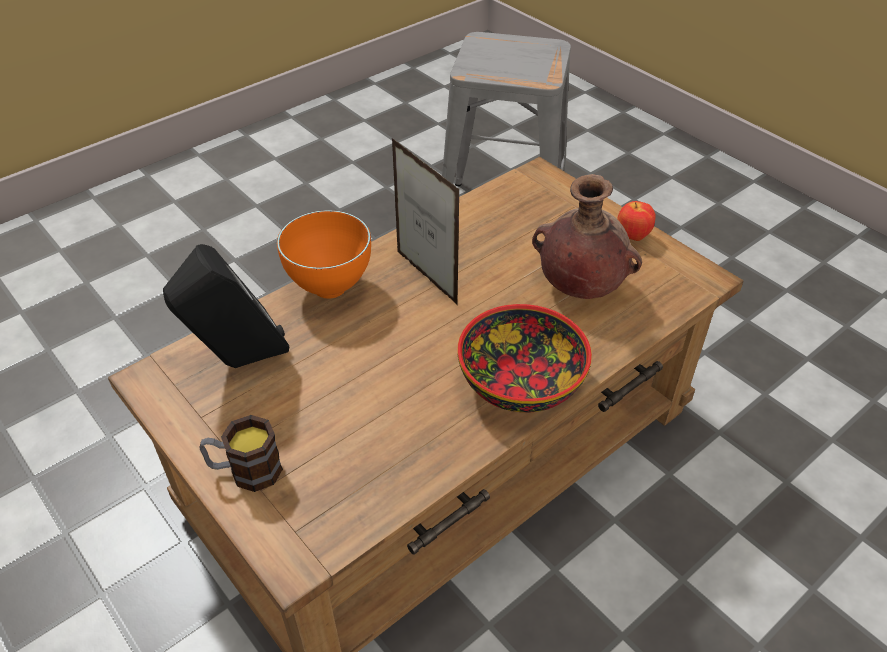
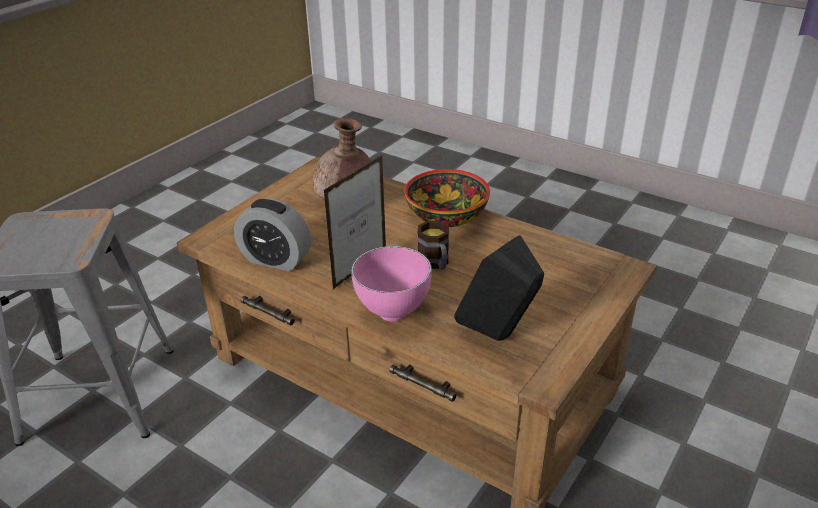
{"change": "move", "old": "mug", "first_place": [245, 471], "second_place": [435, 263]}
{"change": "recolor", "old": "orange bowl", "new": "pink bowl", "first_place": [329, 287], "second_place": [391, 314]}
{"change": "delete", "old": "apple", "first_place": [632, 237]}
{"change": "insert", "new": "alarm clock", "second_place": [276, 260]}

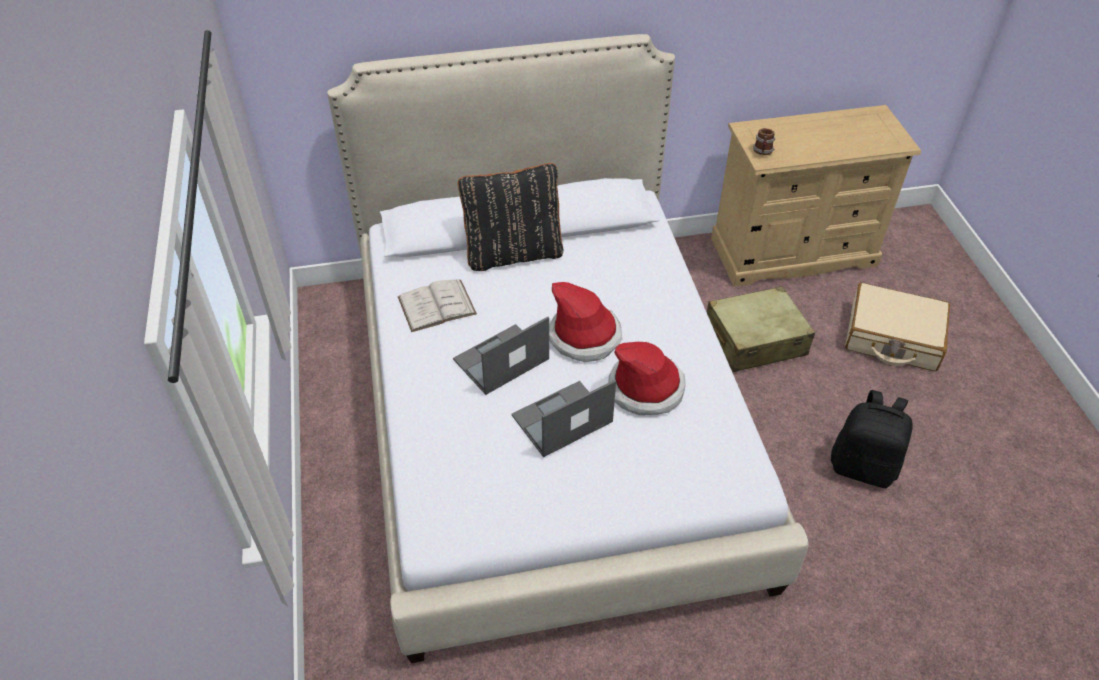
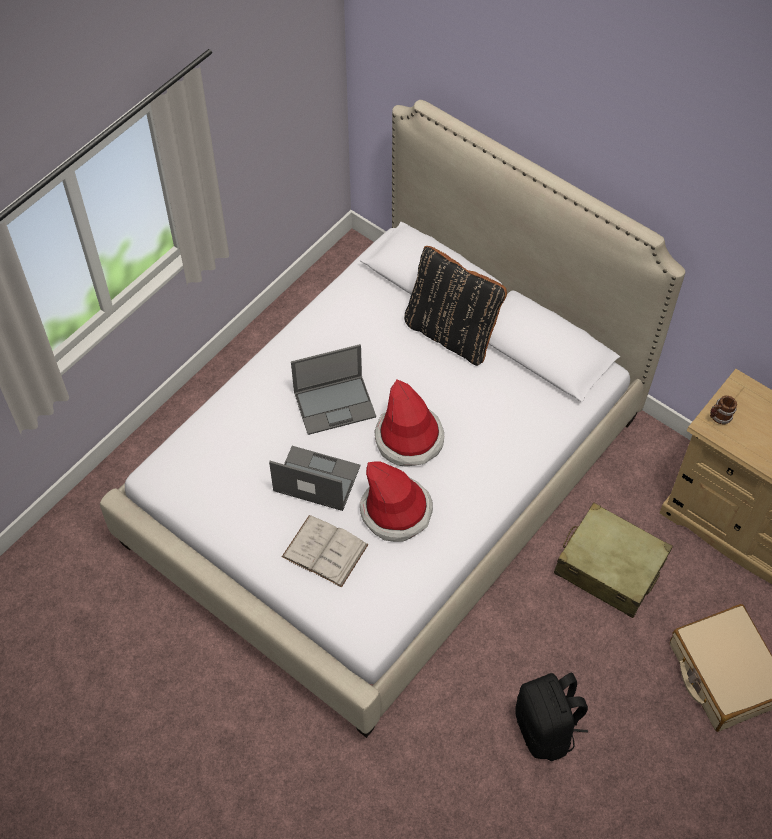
{"change": "move", "old": "white book", "first_place": [436, 305], "second_place": [325, 550]}
{"change": "rotate", "old": "laptop", "first_place": [500, 360], "second_place": [335, 404], "degrees": 150}

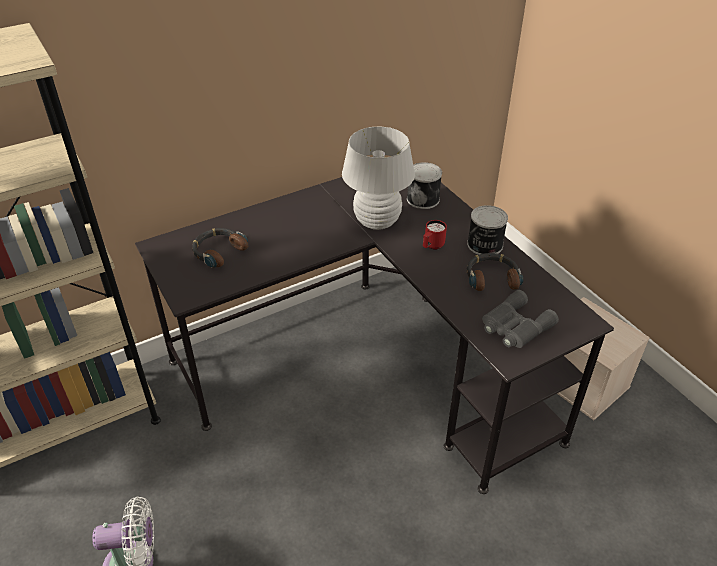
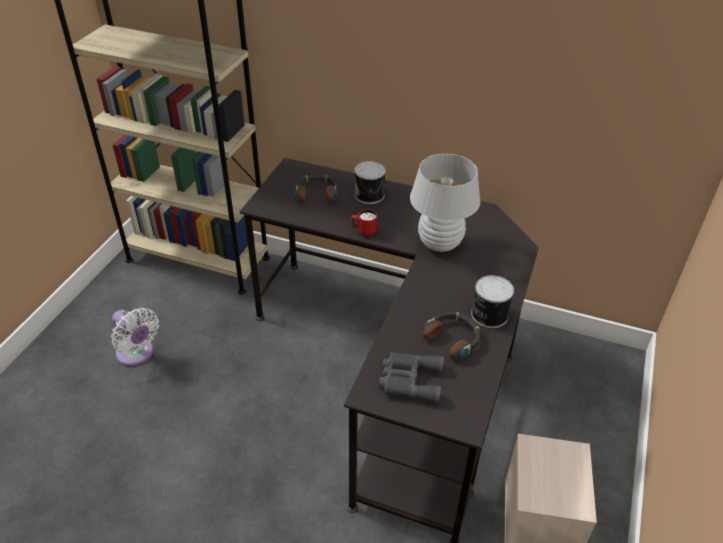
{"change": "move", "old": "can", "first_place": [423, 199], "second_place": [370, 195]}
{"change": "move", "old": "red mug", "first_place": [432, 246], "second_place": [364, 232]}

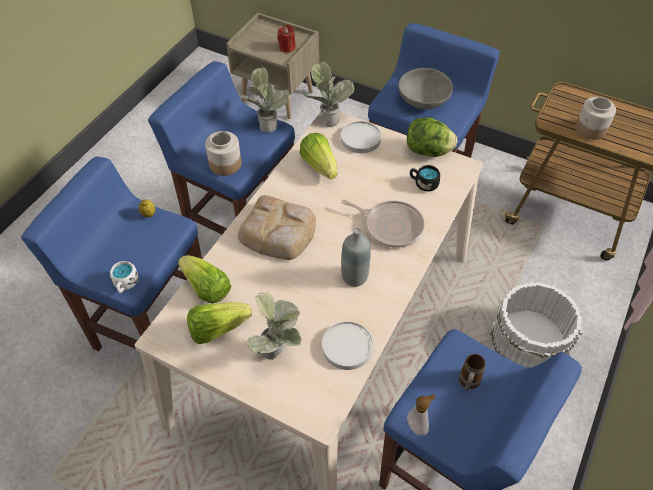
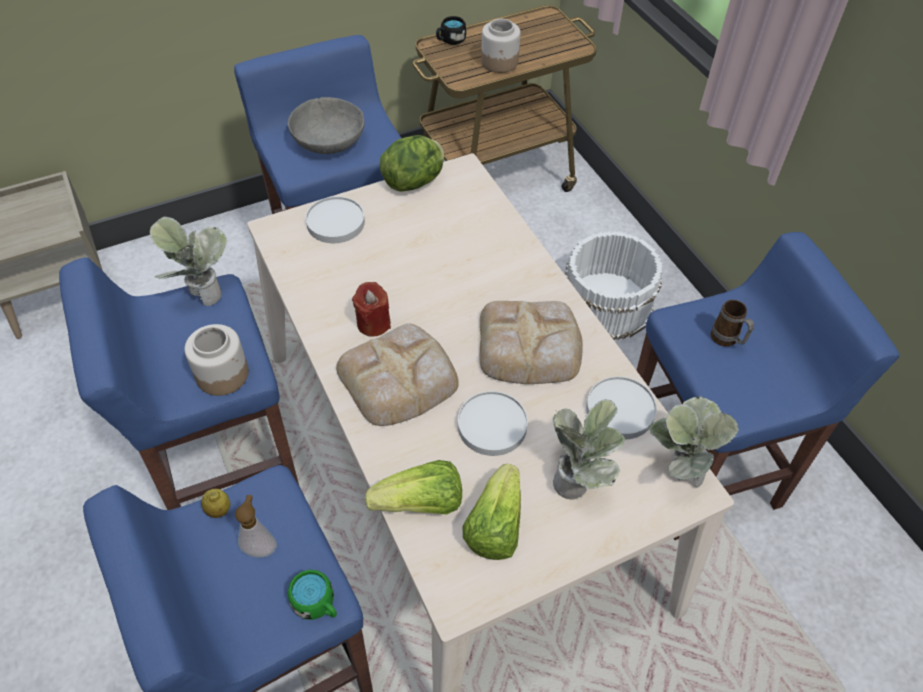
{"change": "recolor", "old": "white mug", "new": "green mug", "first_place": [125, 284], "second_place": [317, 604]}
{"change": "move", "old": "red candle", "first_place": [287, 47], "second_place": [373, 323]}
{"change": "delete", "old": "lettuce", "first_place": [319, 165]}
{"change": "move", "old": "potted plant", "first_place": [327, 118], "second_place": [677, 473]}
{"change": "delete", "old": "frying pan", "first_place": [390, 226]}
{"change": "replace", "old": "grey bottle", "new": "bread", "first_place": [354, 277], "second_place": [530, 347]}
{"change": "move", "old": "soap dispenser", "first_place": [418, 426], "second_place": [260, 547]}
{"change": "move", "old": "black mug", "first_place": [423, 183], "second_place": [450, 40]}
{"change": "insert", "new": "white plate", "second_place": [492, 425]}

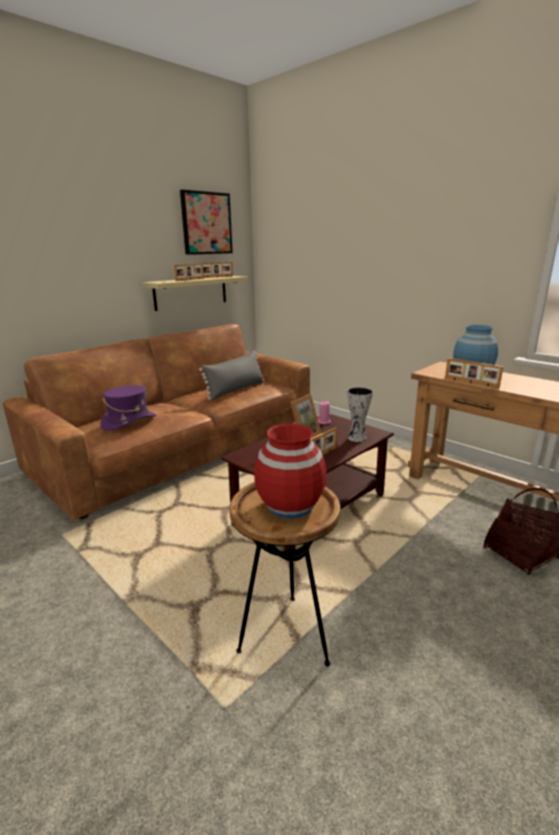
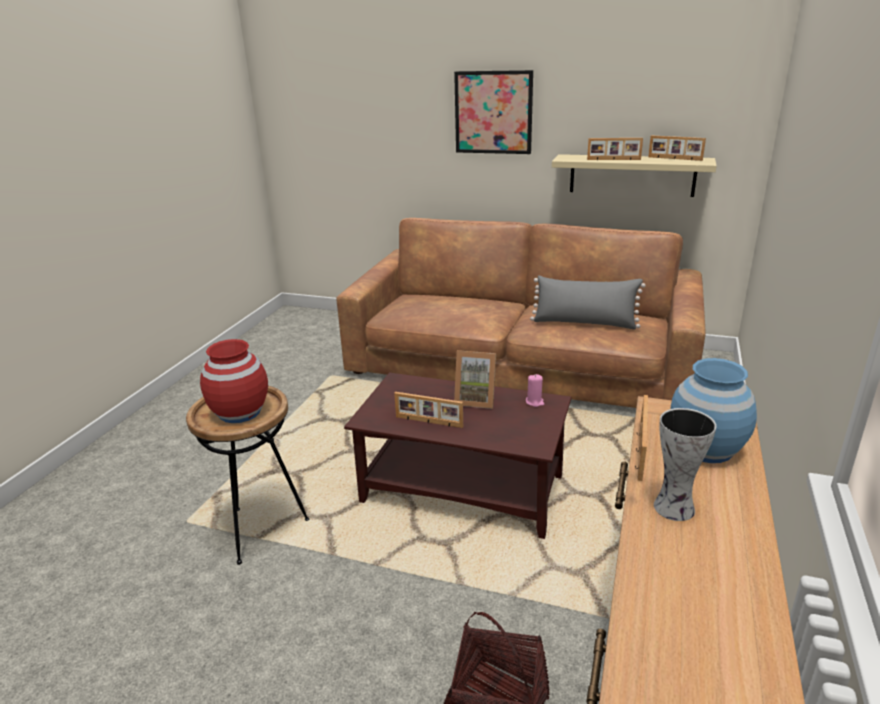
{"change": "delete", "old": "purple hat", "first_place": [129, 421]}
{"change": "move", "old": "picture", "first_place": [206, 223], "second_place": [493, 112]}
{"change": "move", "old": "vase", "first_place": [358, 438], "second_place": [673, 509]}

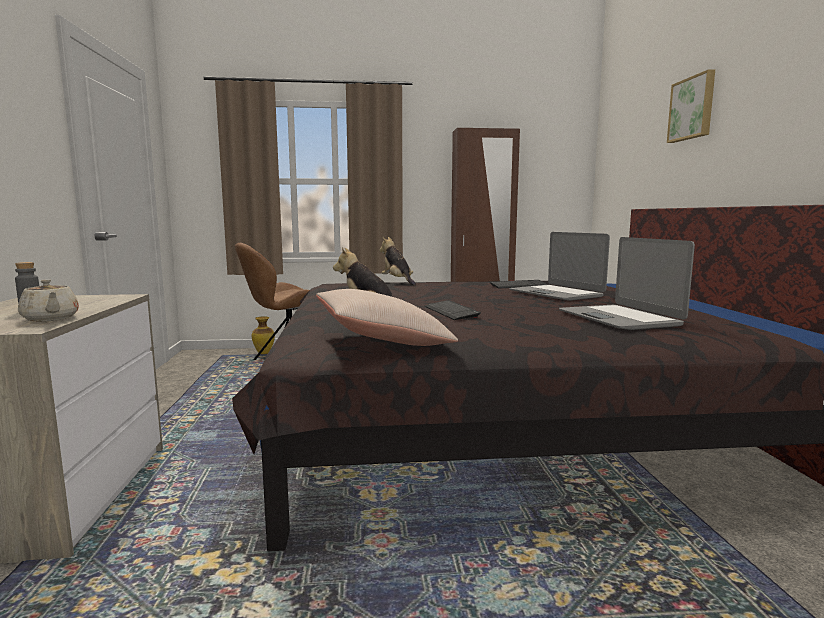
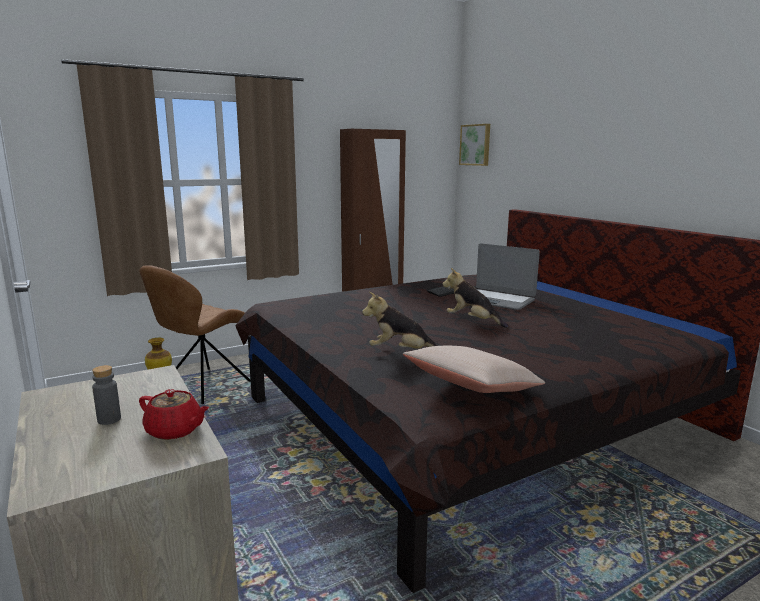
{"change": "recolor", "old": "beige teapot", "new": "red teapot", "first_place": [50, 319], "second_place": [175, 430]}
{"change": "move", "old": "plush toy", "first_place": [397, 281], "second_place": [472, 321]}
{"change": "delete", "old": "keyboard", "first_place": [451, 312]}
{"change": "delete", "old": "laptop", "first_place": [619, 318]}
{"change": "move", "old": "picture", "first_place": [692, 108], "second_place": [476, 145]}

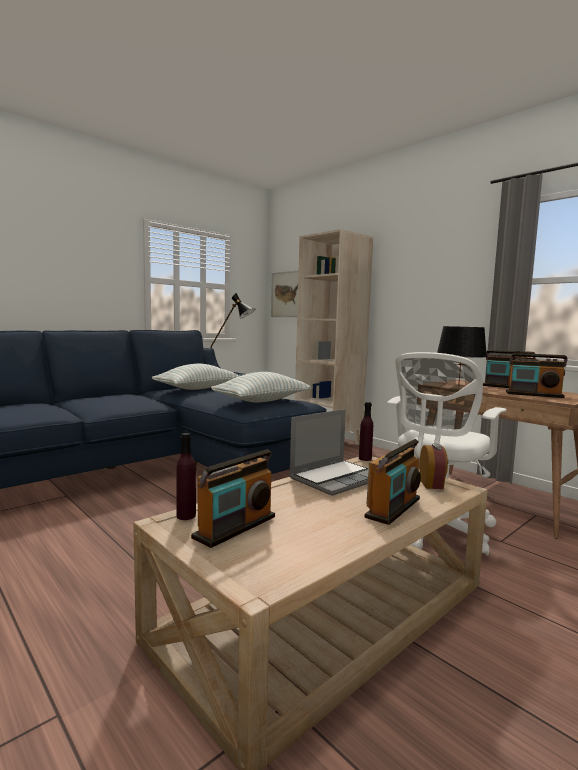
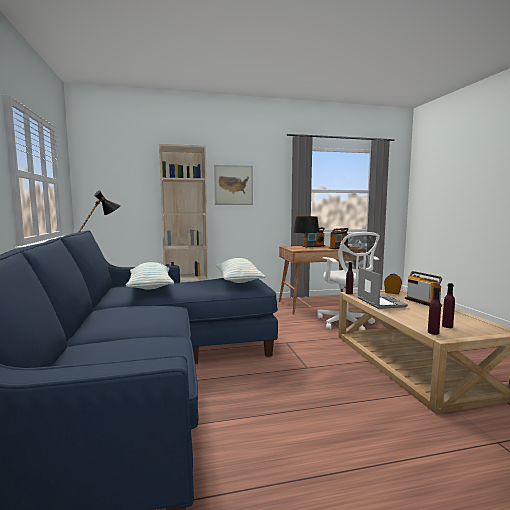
{"change": "replace", "old": "radio", "new": "purple bottle", "first_place": [235, 527], "second_place": [447, 326]}
{"change": "move", "old": "picture", "first_place": [287, 294], "second_place": [233, 185]}

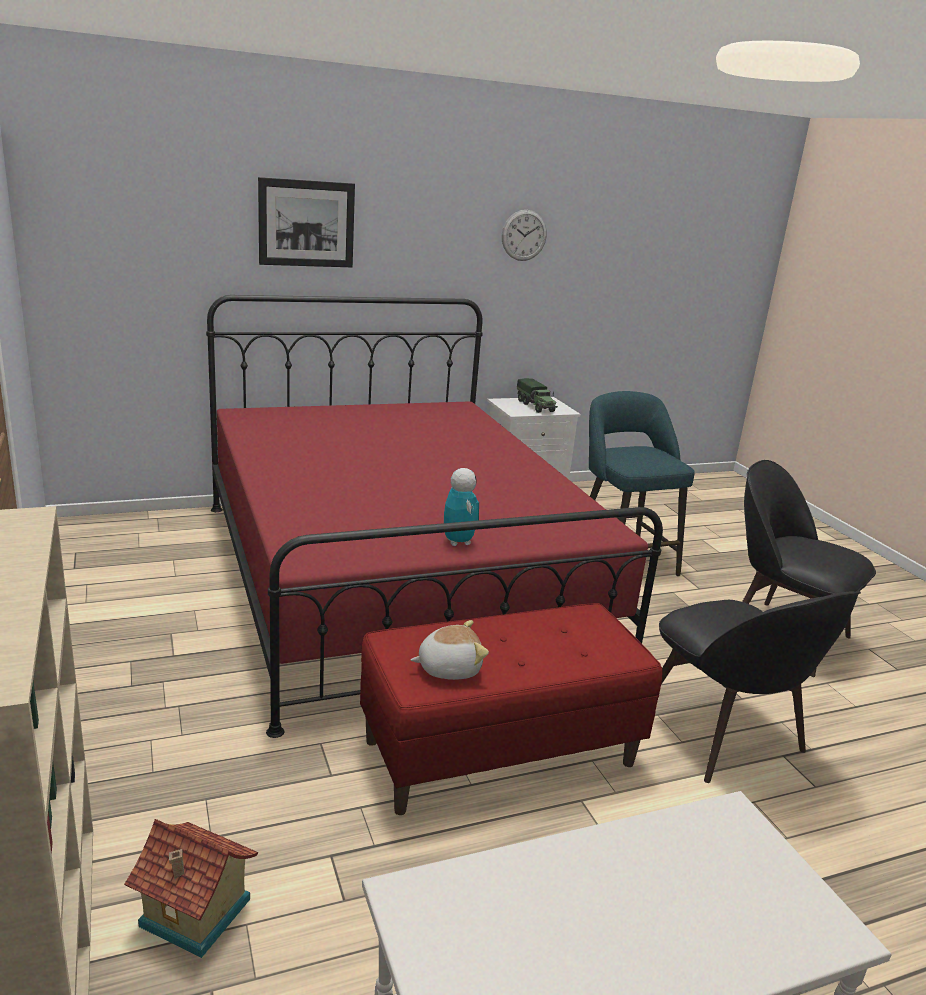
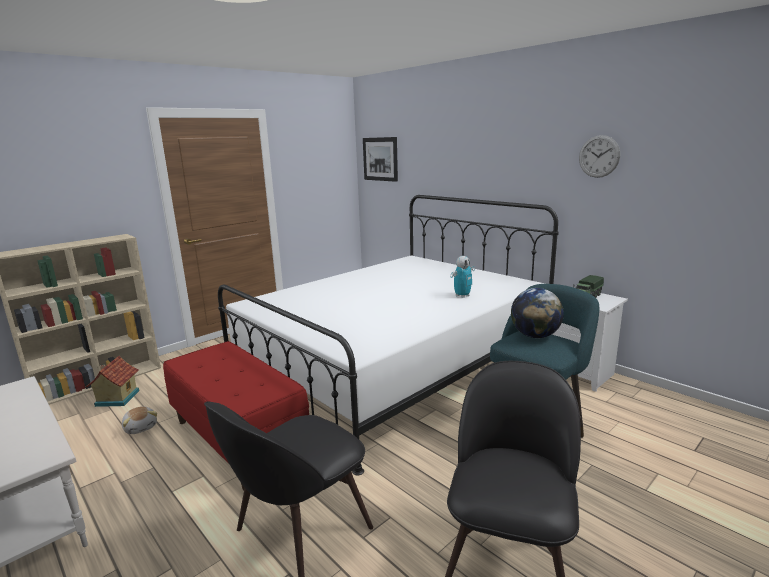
{"change": "recolor", "old": "red bed", "new": "white bed", "first_place": [395, 580], "second_place": [393, 366]}
{"change": "move", "old": "picture", "first_place": [306, 223], "second_place": [380, 159]}
{"change": "move", "old": "plush toy", "first_place": [448, 668], "second_place": [141, 427]}
{"change": "move", "old": "toy robot", "first_place": [458, 542], "second_place": [462, 296]}
{"change": "insert", "new": "globe", "second_place": [535, 336]}

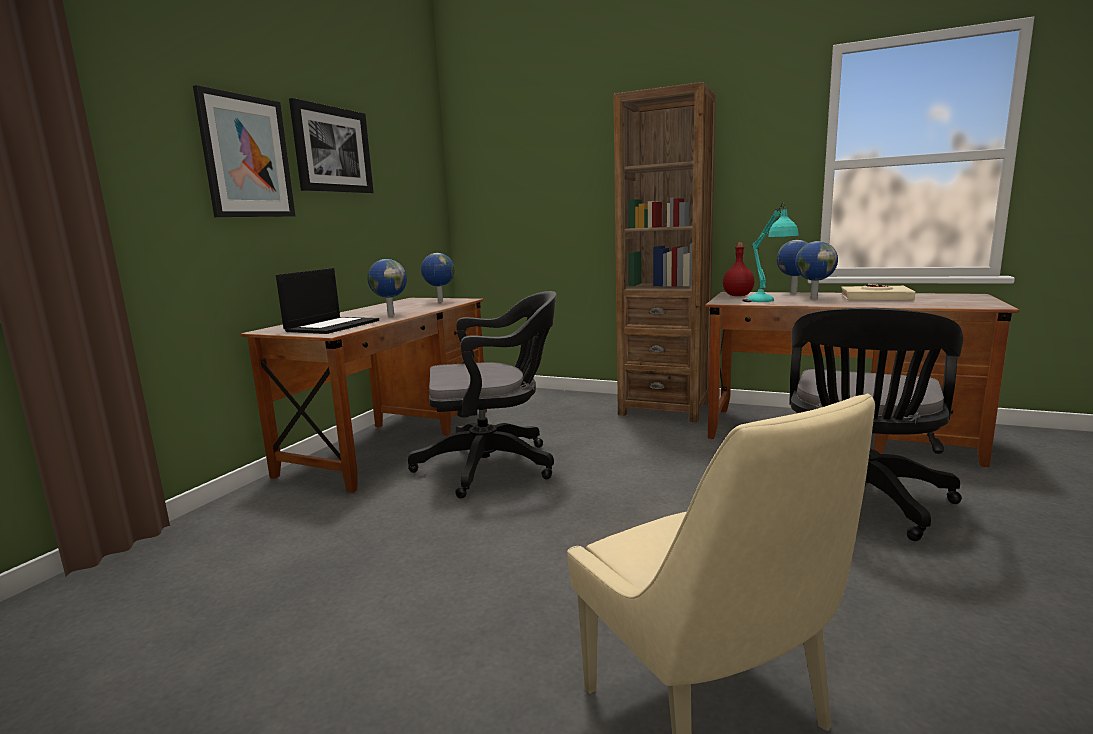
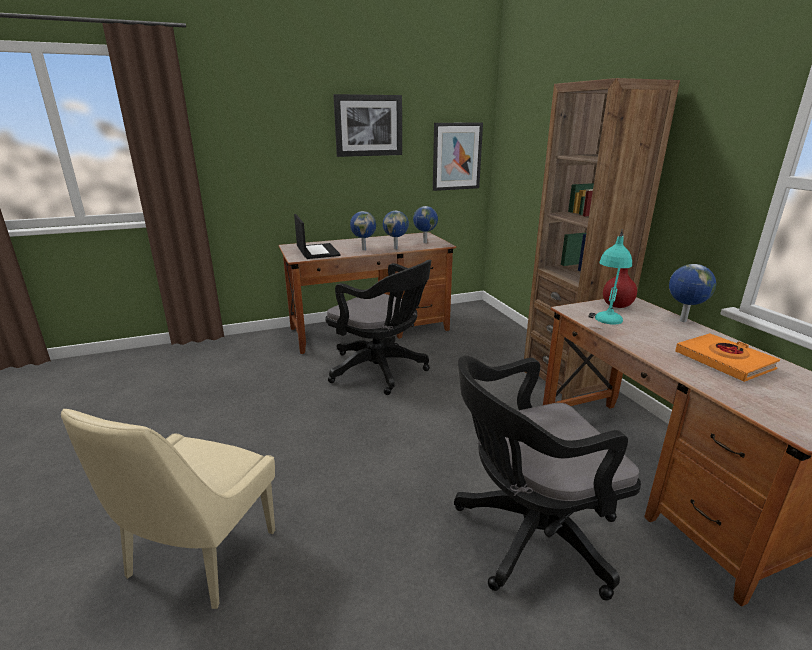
{"change": "move", "old": "picture", "first_place": [246, 157], "second_place": [456, 156]}
{"change": "rotate", "old": "laptop", "first_place": [333, 326], "second_place": [317, 251], "degrees": -90}
{"change": "move", "old": "globe", "first_place": [813, 298], "second_place": [396, 248]}
{"change": "recolor", "old": "beige book", "new": "orange book", "first_place": [875, 298], "second_place": [724, 361]}

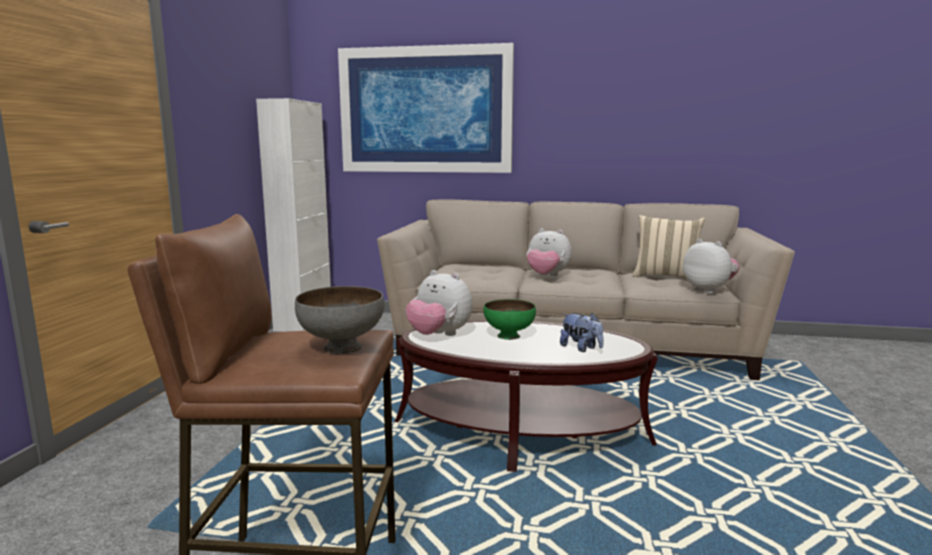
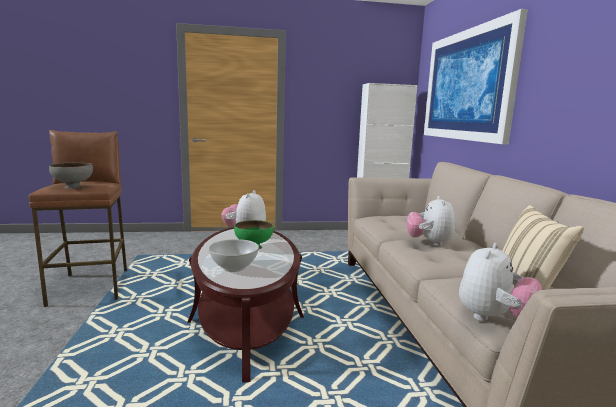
{"change": "replace", "old": "plush toy", "new": "white bowl", "first_place": [581, 348], "second_place": [234, 267]}

